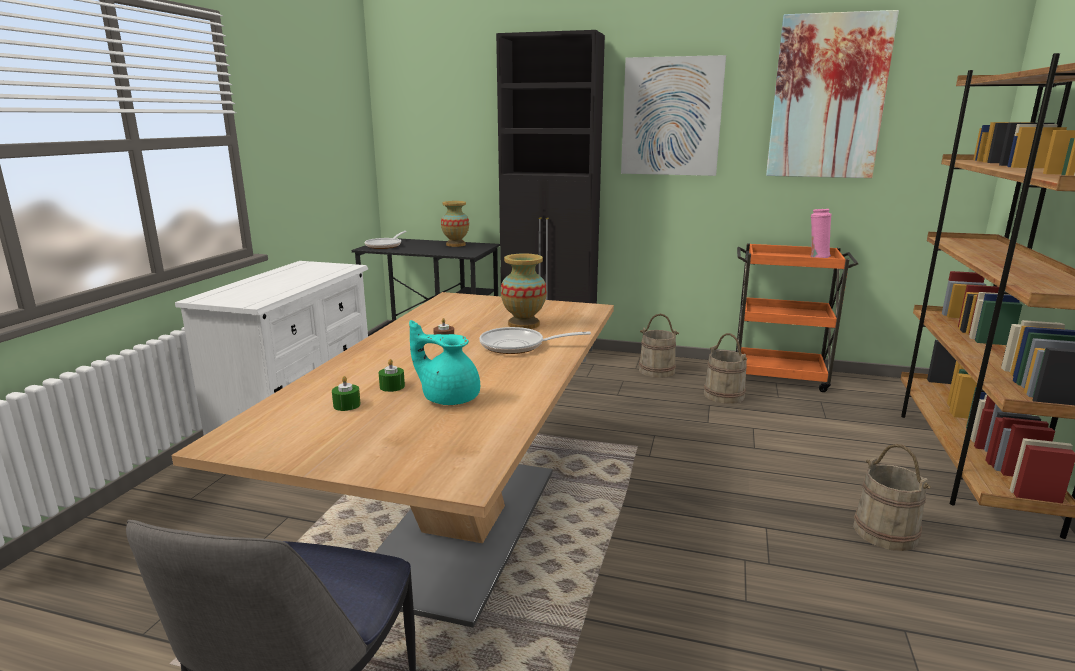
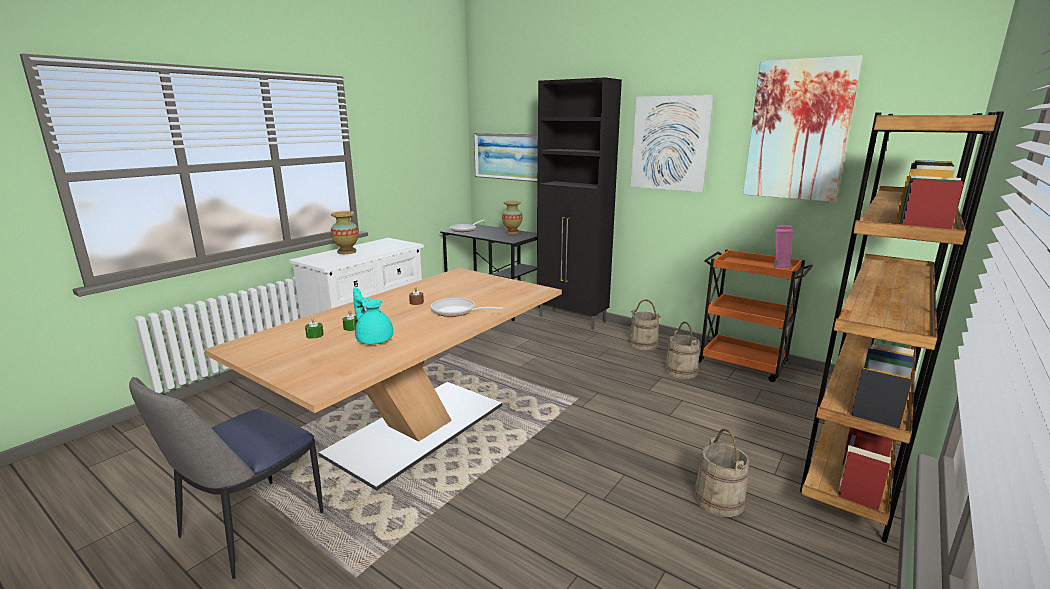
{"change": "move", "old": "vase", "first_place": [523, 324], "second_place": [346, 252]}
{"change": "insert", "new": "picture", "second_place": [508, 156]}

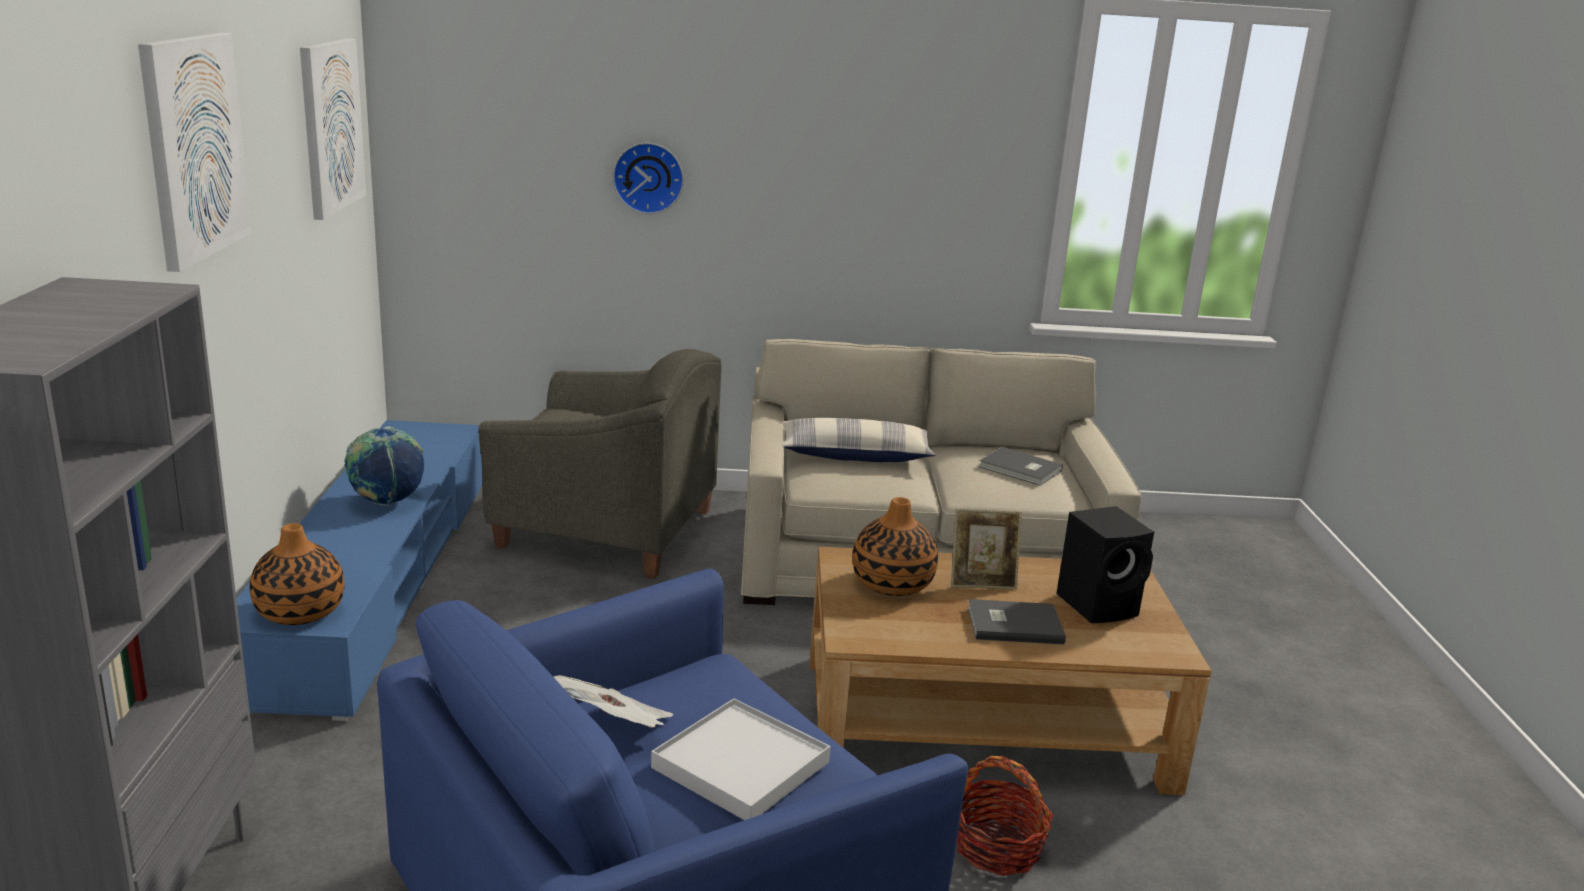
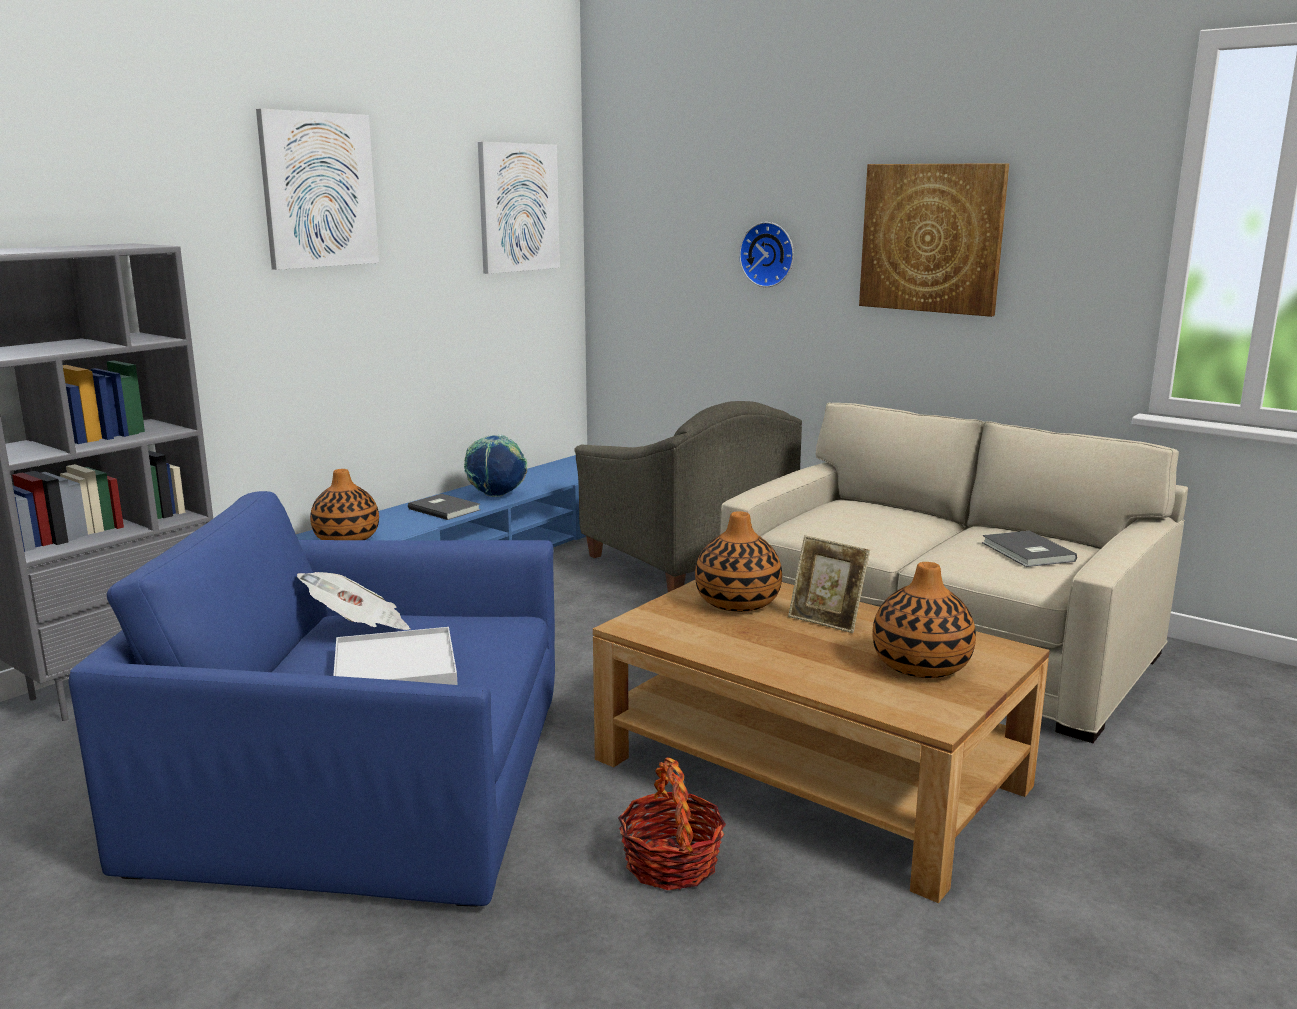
{"change": "delete", "old": "pillow", "first_place": [854, 455]}
{"change": "move", "old": "grey book", "first_place": [1013, 624], "second_place": [445, 509]}
{"change": "replace", "old": "black speaker", "new": "vase", "first_place": [1100, 605], "second_place": [921, 665]}
{"change": "insert", "new": "picture", "second_place": [931, 238]}

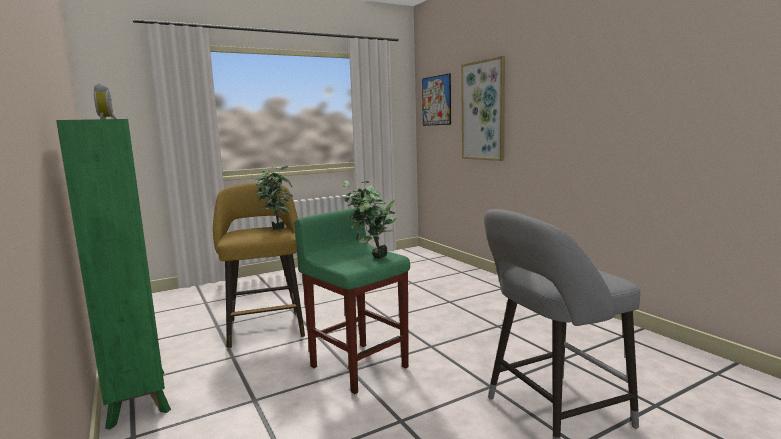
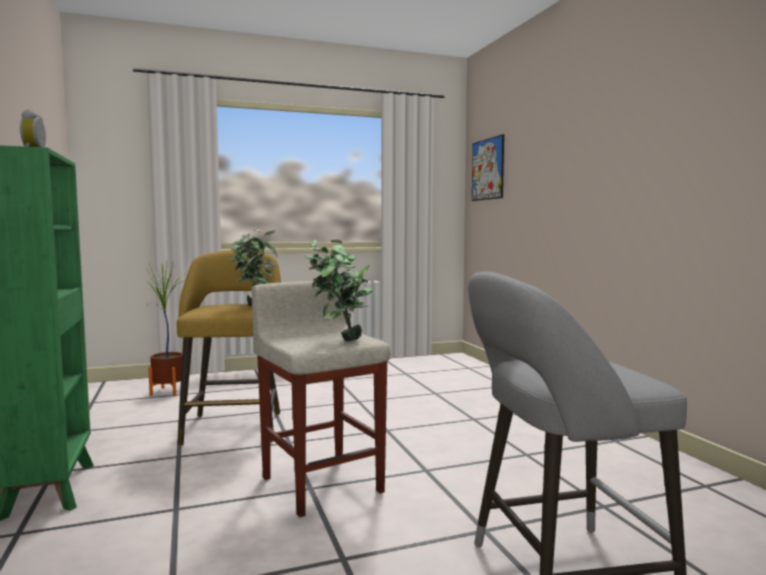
{"change": "recolor", "old": "green stool", "new": "beige stool", "first_place": [358, 366], "second_place": [321, 483]}
{"change": "delete", "old": "picture", "first_place": [483, 111]}
{"change": "insert", "new": "potted plant", "second_place": [168, 392]}

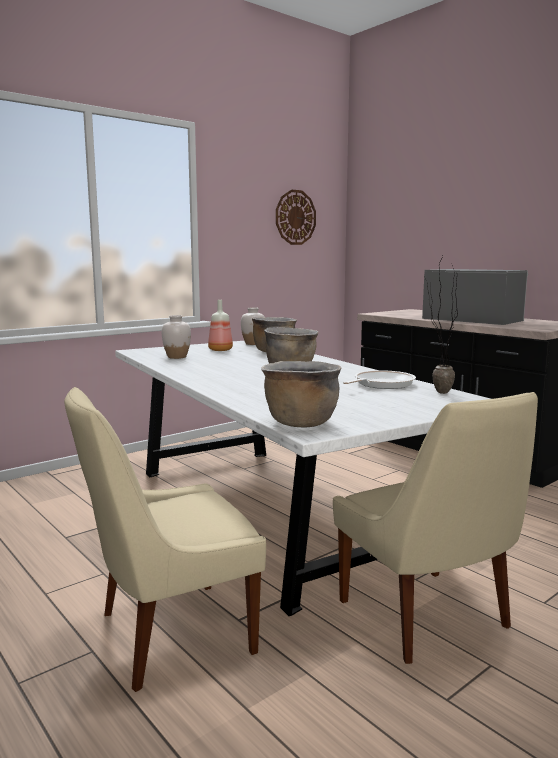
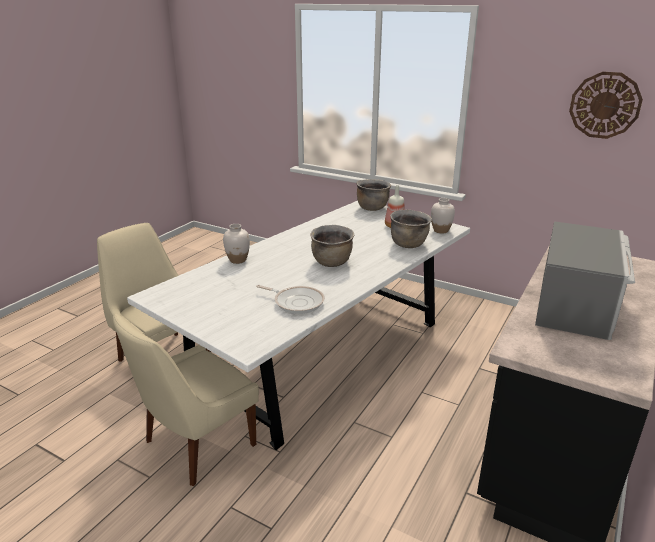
{"change": "move", "old": "white vase", "first_place": [177, 357], "second_place": [238, 260]}
{"change": "move", "old": "brown cooking pot", "first_place": [300, 423], "second_place": [372, 208]}
{"change": "delete", "old": "potted plant", "first_place": [435, 392]}

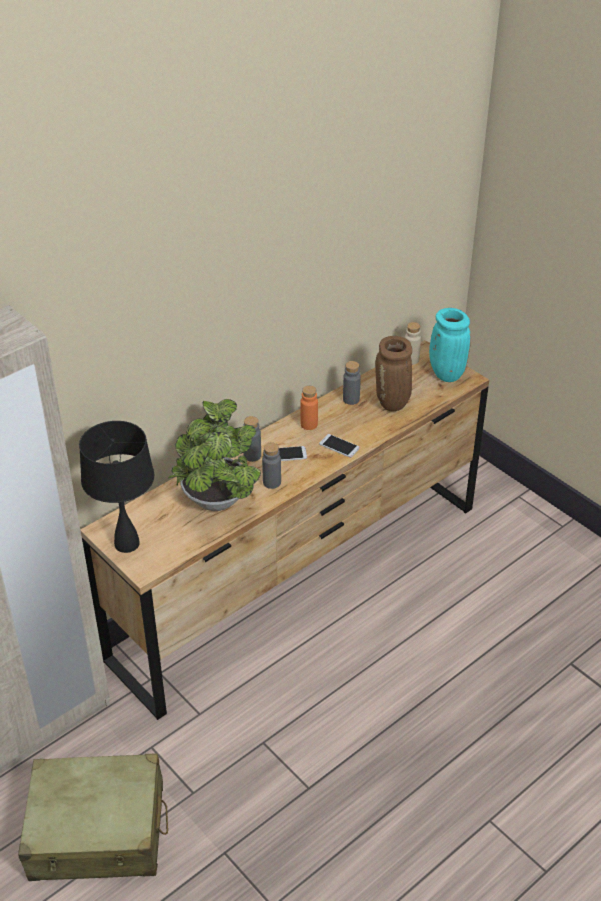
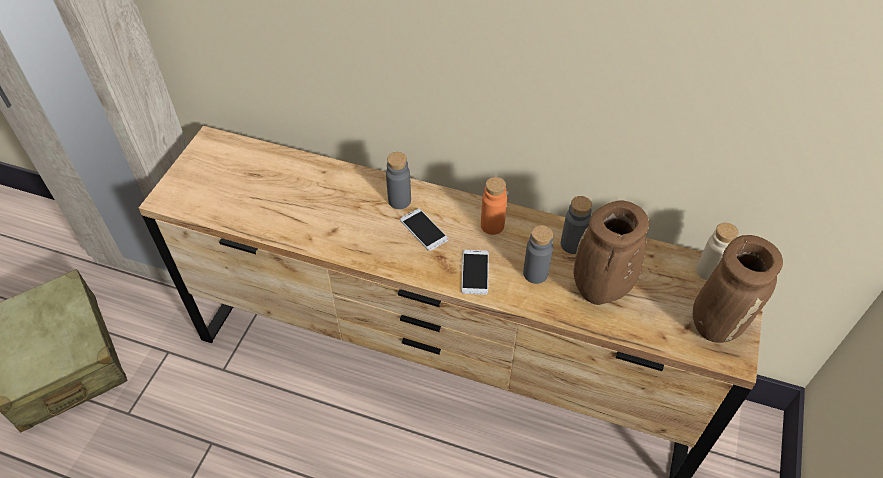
{"change": "delete", "old": "black table lamp", "first_place": [126, 543]}
{"change": "delete", "old": "potted plant", "first_place": [216, 503]}
{"change": "move", "old": "grey bottle", "first_place": [272, 482], "second_place": [535, 273]}
{"change": "recolor", "old": "turquoise vase", "new": "brown vase", "first_place": [445, 374], "second_place": [716, 323]}

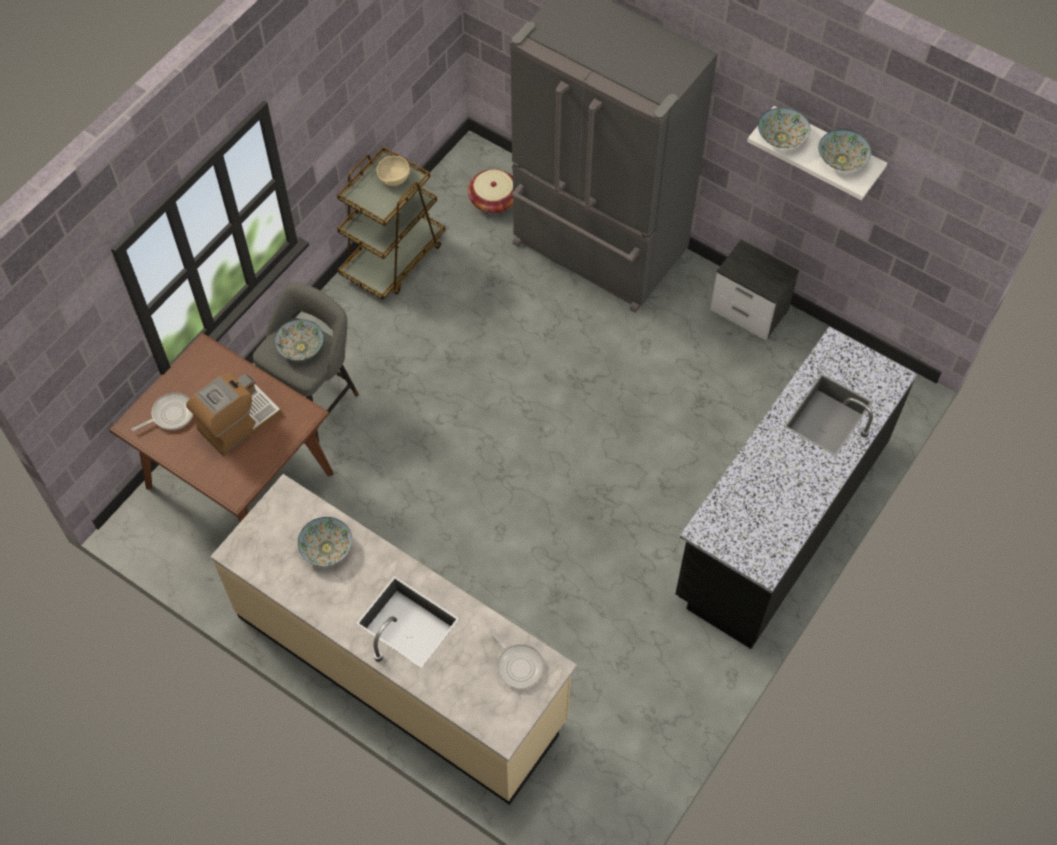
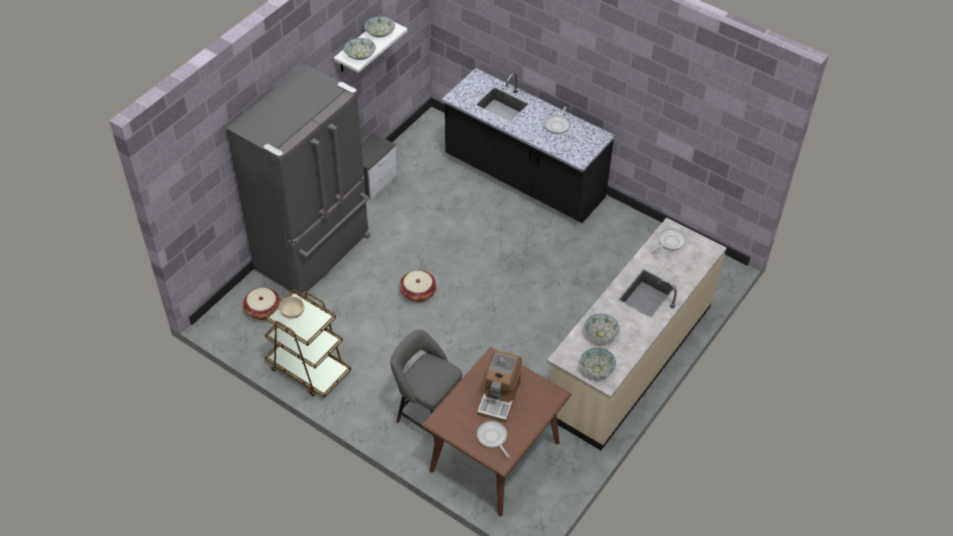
{"change": "rotate", "old": "coffee machine", "first_place": [238, 422], "second_place": [499, 397], "degrees": -120}
{"change": "move", "old": "bowl", "first_place": [301, 347], "second_place": [596, 368]}
{"change": "insert", "new": "basket", "second_place": [418, 292]}
{"change": "insert", "new": "frying pan", "second_place": [558, 125]}

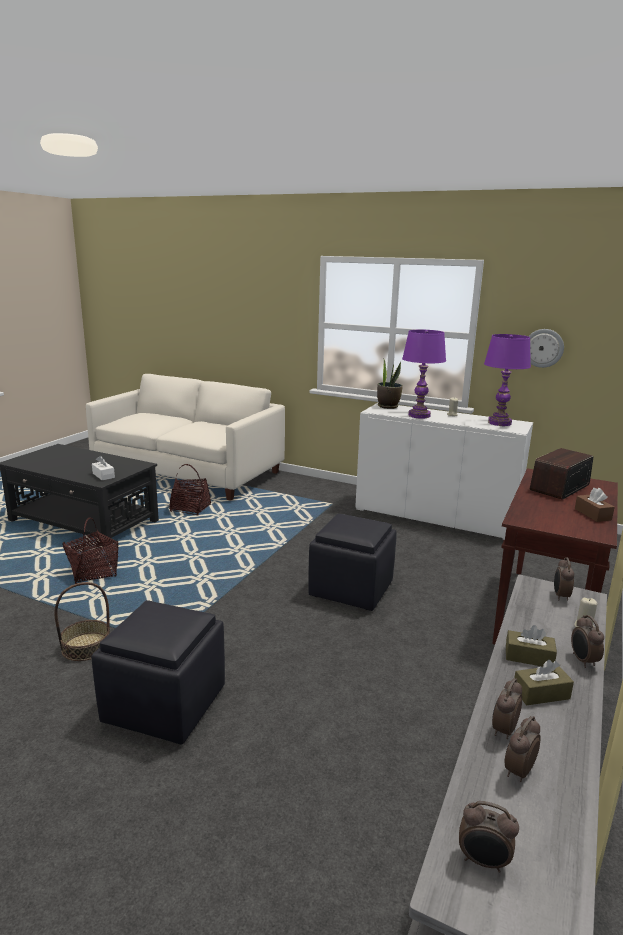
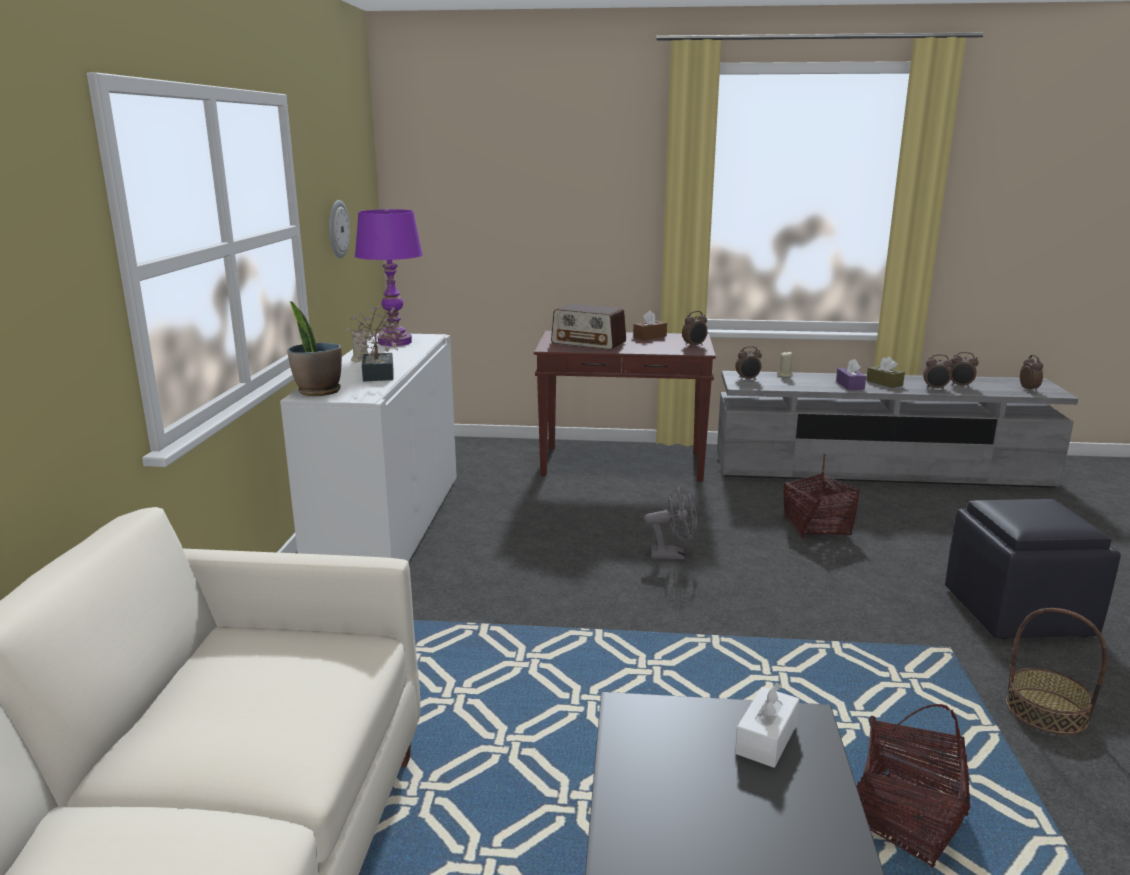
{"change": "move", "old": "basket", "first_place": [190, 508], "second_place": [817, 527]}
{"change": "replace", "old": "black ottoman", "new": "grey fan", "first_place": [352, 589], "second_place": [673, 555]}
{"change": "replace", "old": "purple table lamp", "new": "potted plant", "first_place": [419, 415], "second_place": [379, 373]}
{"change": "recolor", "old": "brown tissue box", "new": "purple tissue box", "first_place": [529, 657], "second_place": [850, 385]}
{"change": "move", "old": "alarm clock", "first_place": [583, 661], "second_place": [694, 346]}

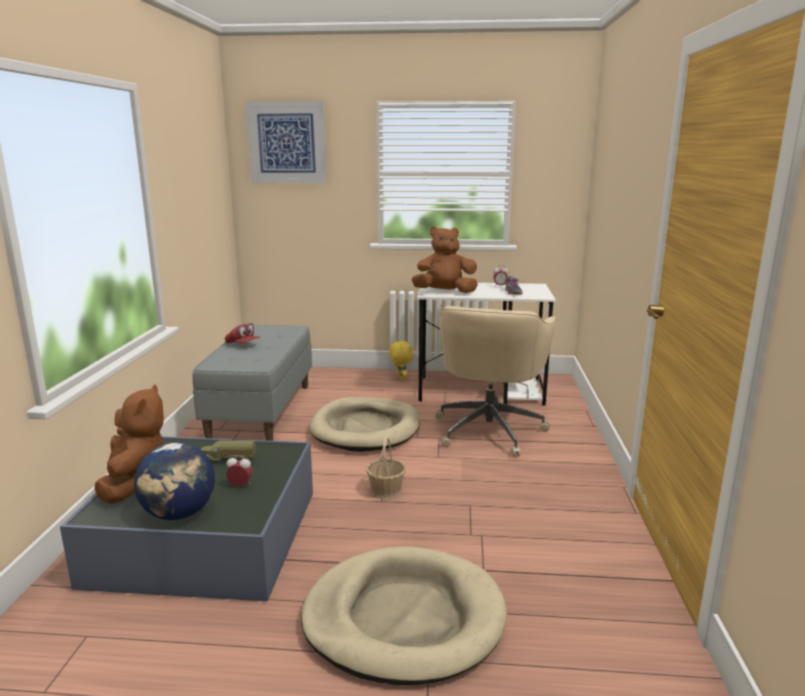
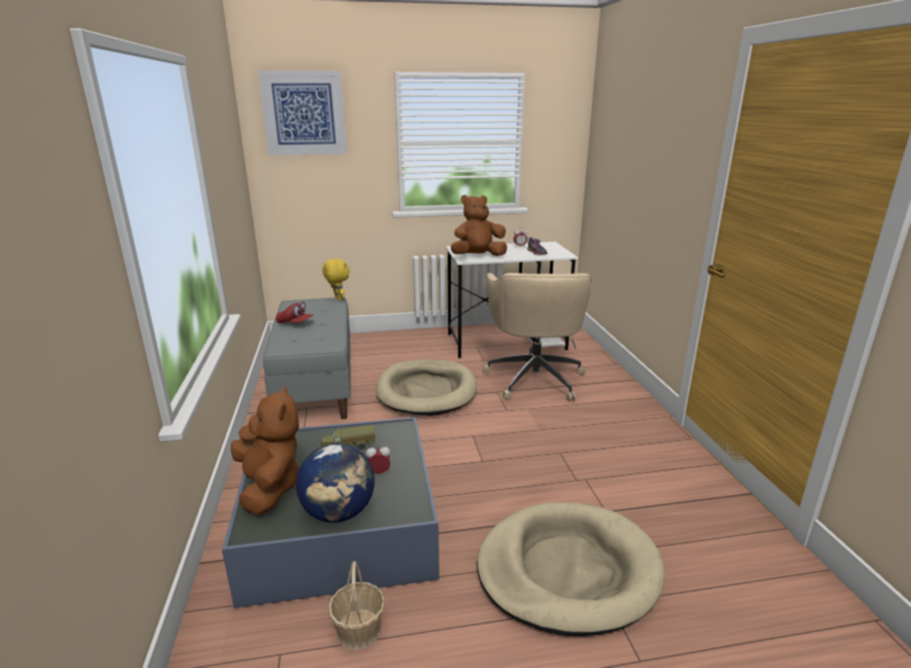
{"change": "move", "old": "basket", "first_place": [386, 491], "second_place": [359, 629]}
{"change": "move", "old": "yellow plush toy", "first_place": [401, 379], "second_place": [338, 299]}

